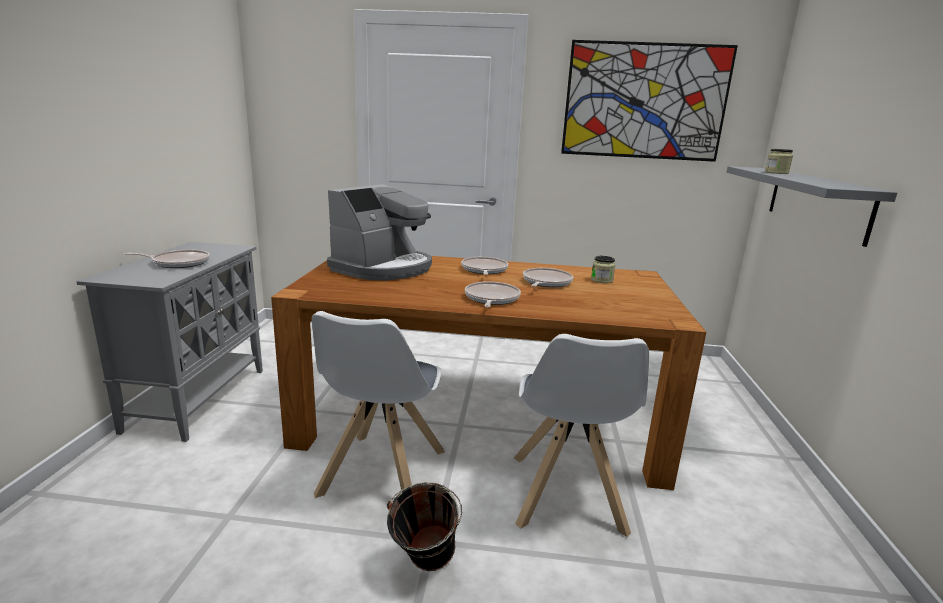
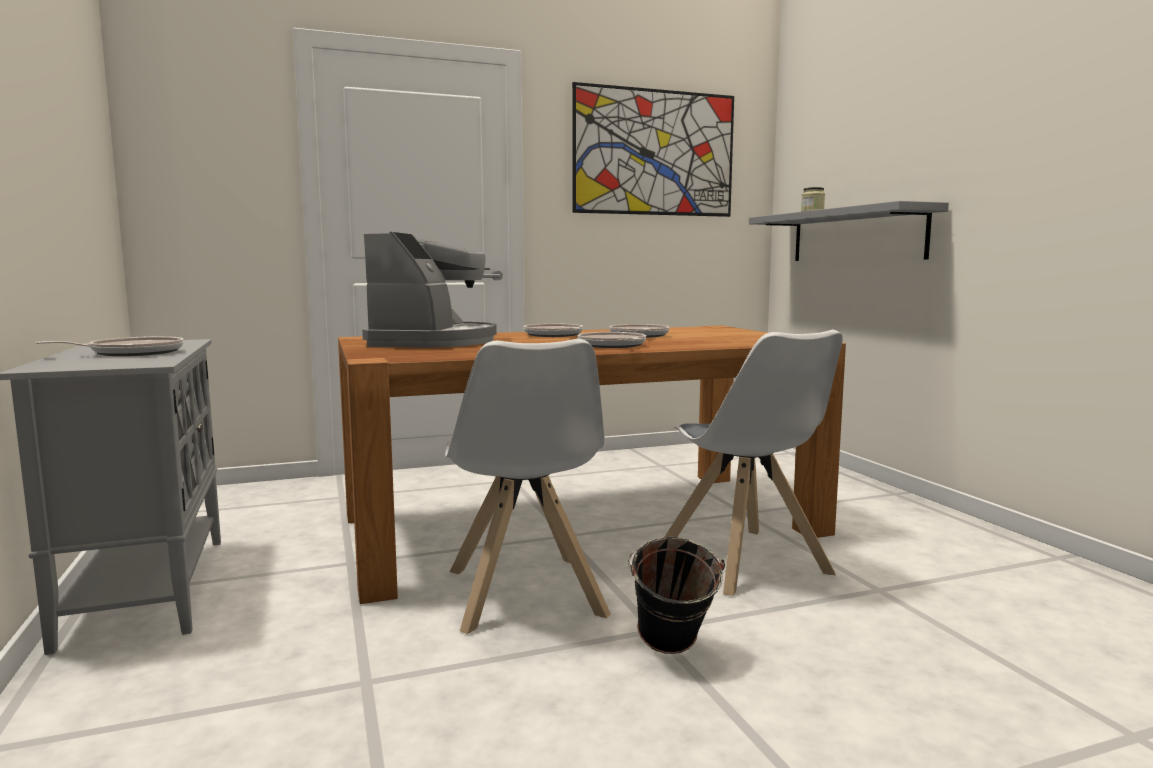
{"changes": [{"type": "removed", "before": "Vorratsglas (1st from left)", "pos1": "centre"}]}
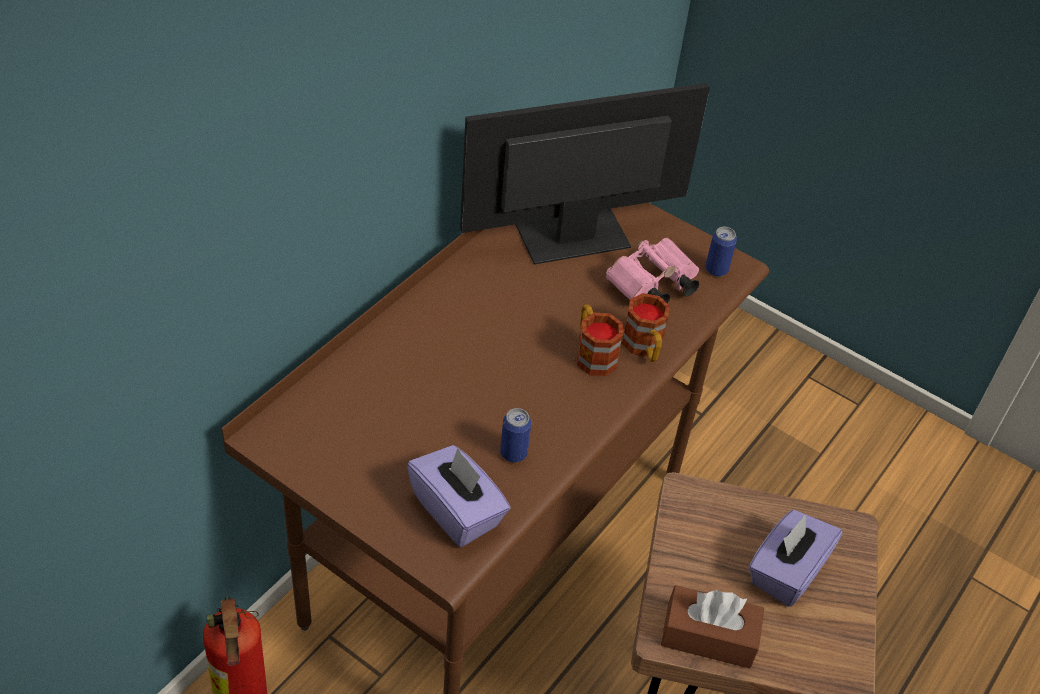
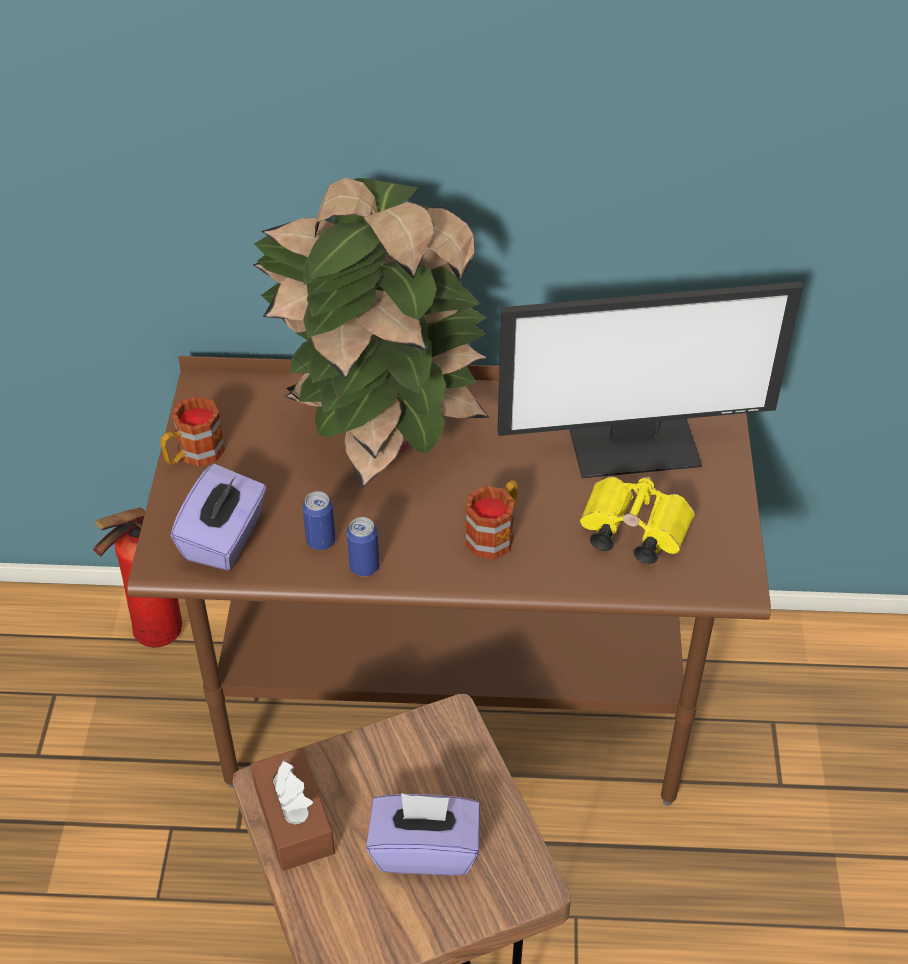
{"changes": [{"type": "turned", "before": "Monitor", "pos1": "top centre", "pos2": "middle right", "turn": 135}, {"type": "recoloured", "before": "Fernglas/rosa", "after": "Fernglas/gelb", "pos1": "centre", "pos2": "middle right"}, {"type": "moved", "before": "Henkelbecher (2nd from left in the first image)", "after": "Henkelbecher (1st from left)", "pos1": "centre", "pos2": "middle left"}, {"type": "moved", "before": "Dose (2nd from left)", "pos1": "middle right", "pos2": "centre"}, {"type": "added", "after": "Topfpflanze", "pos2": "centre"}]}
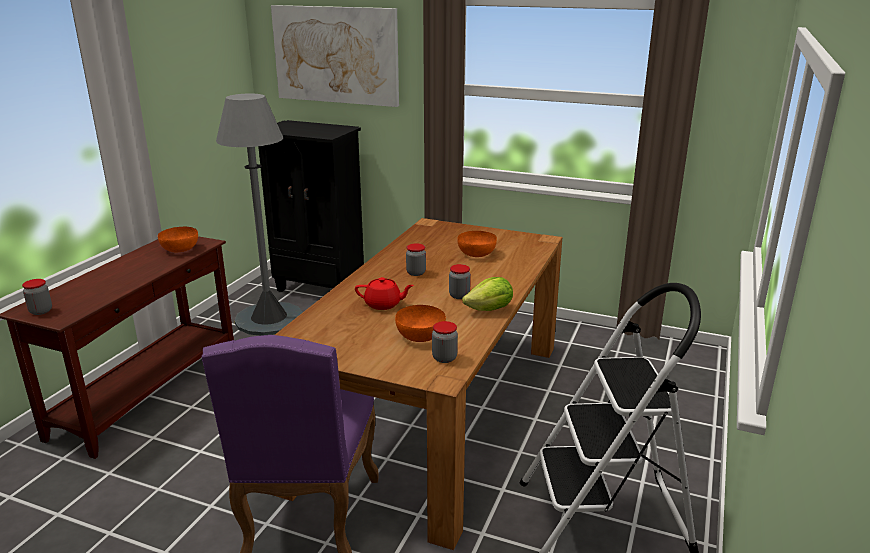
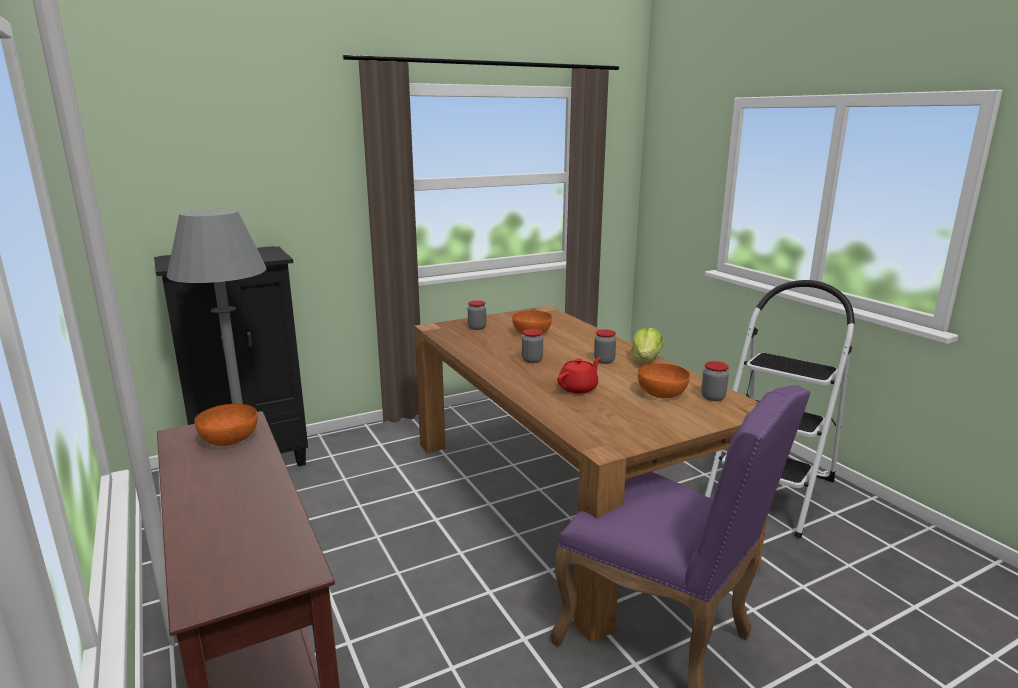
{"changes": [{"type": "moved", "before": "Vorratsglas (1st from left)", "pos1": "middle left", "pos2": "centre"}, {"type": "removed", "before": "Bild", "pos1": "top centre"}]}
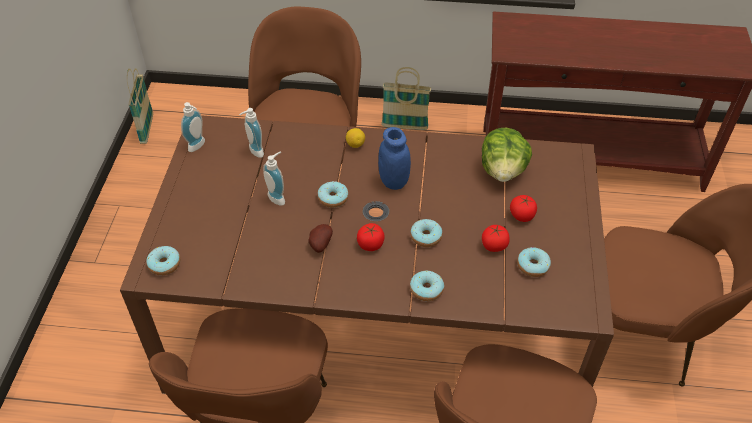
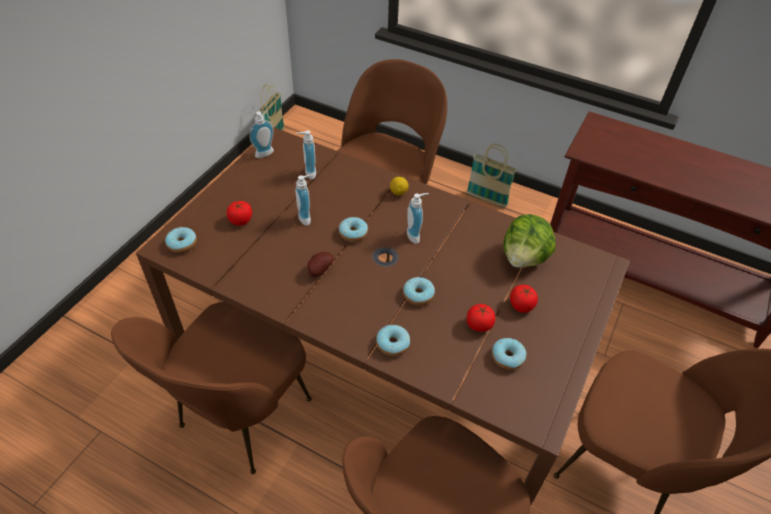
{"changes": [{"type": "moved", "before": "Tomate (1st from left)", "pos1": "centre", "pos2": "middle left"}, {"type": "replaced", "before": "Vorratsglas/blau", "after": "Seifenspender (4th from left)", "pos1": "centre", "pos2": "centre"}]}
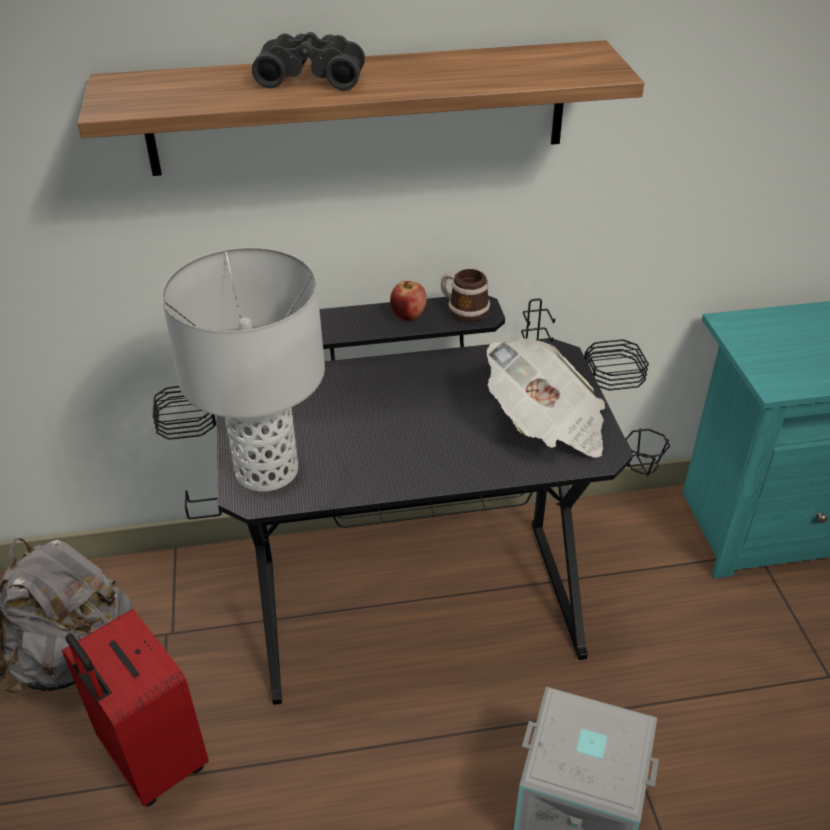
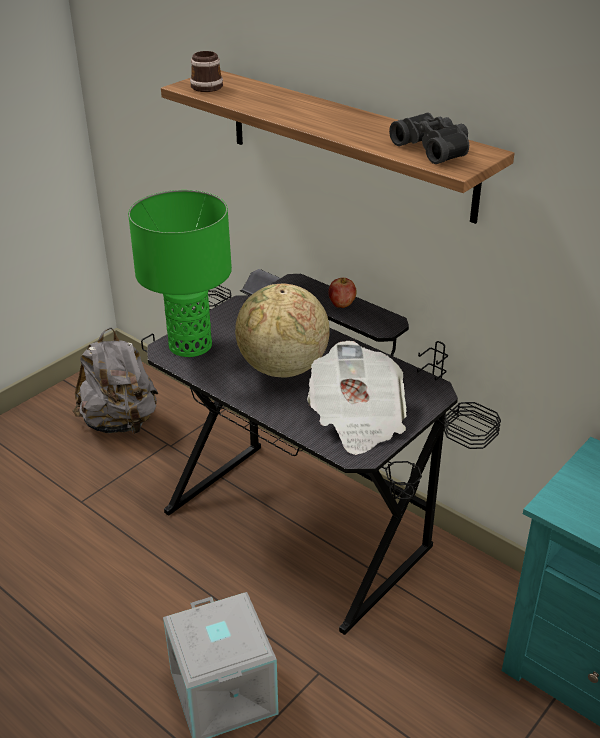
{"changes": [{"type": "removed", "before": "Koffer/rot", "pos1": "bottom left"}, {"type": "recoloured", "before": "Tischlampe/weiß", "after": "Tischlampe/grün", "pos1": "middle left", "pos2": "middle left"}, {"type": "moved", "before": "Fernglas/schwarz", "pos1": "top centre", "pos2": "top right"}, {"type": "moved", "before": "Henkelbecher", "pos1": "centre", "pos2": "top centre"}, {"type": "added", "after": "Globus", "pos2": "centre"}]}
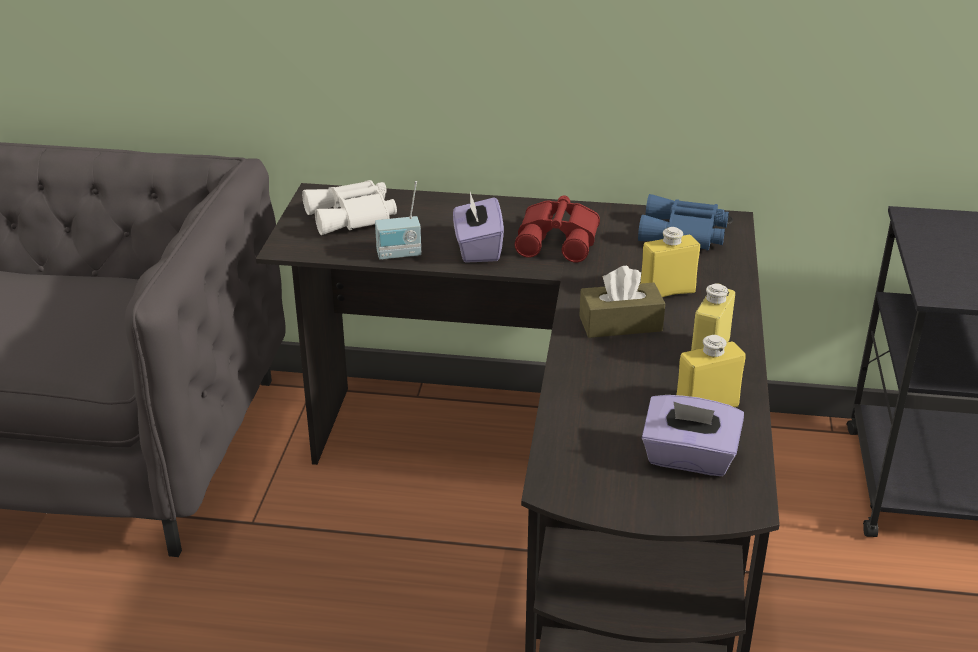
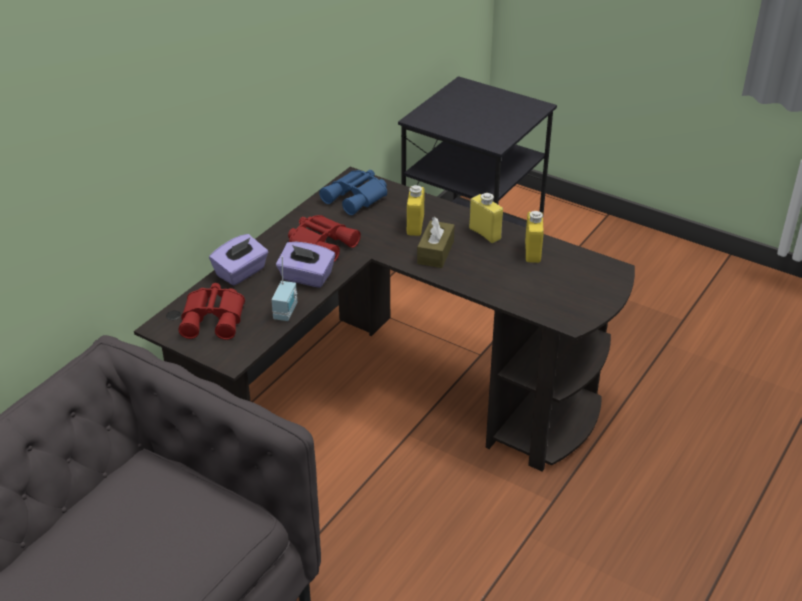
{"changes": [{"type": "recoloured", "before": "Fernglas/weiß", "after": "Fernglas/rot (1st from left)", "pos1": "top centre", "pos2": "middle left"}, {"type": "moved", "before": "Taschentuchbox/lila (2nd from left in the first image)", "after": "Taschentuchbox/lila (1st from left)", "pos1": "bottom right", "pos2": "middle left"}]}
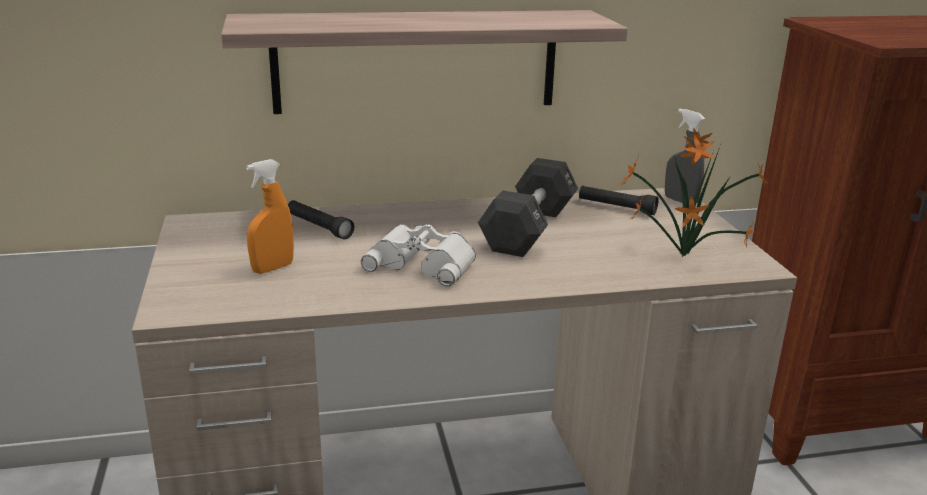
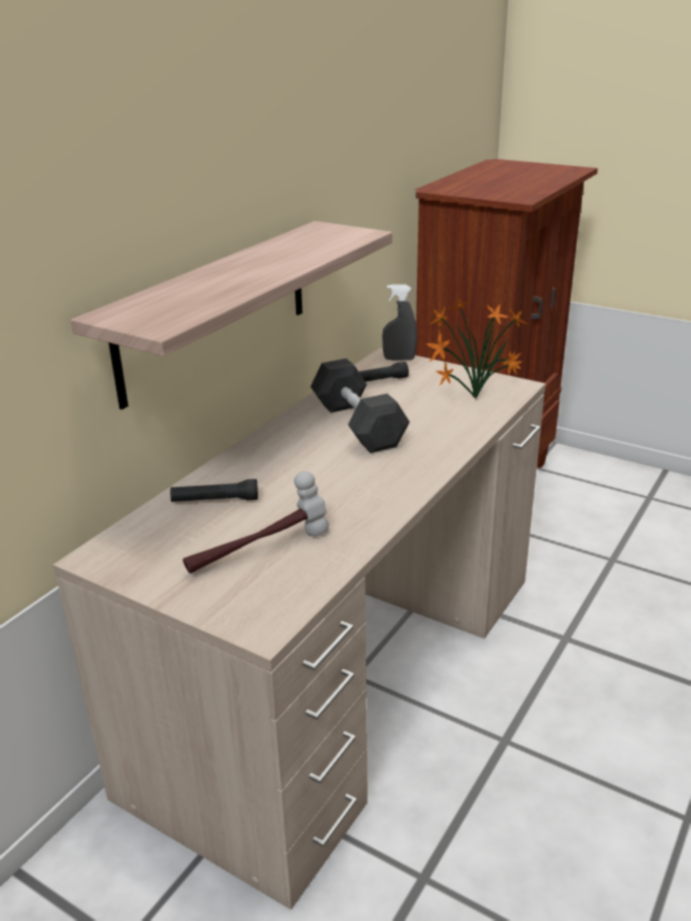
{"changes": [{"type": "replaced", "before": "Sprühflasche/orange", "after": "Hammer", "pos1": "middle left", "pos2": "centre"}, {"type": "removed", "before": "Fernglas/weiß", "pos1": "centre"}]}
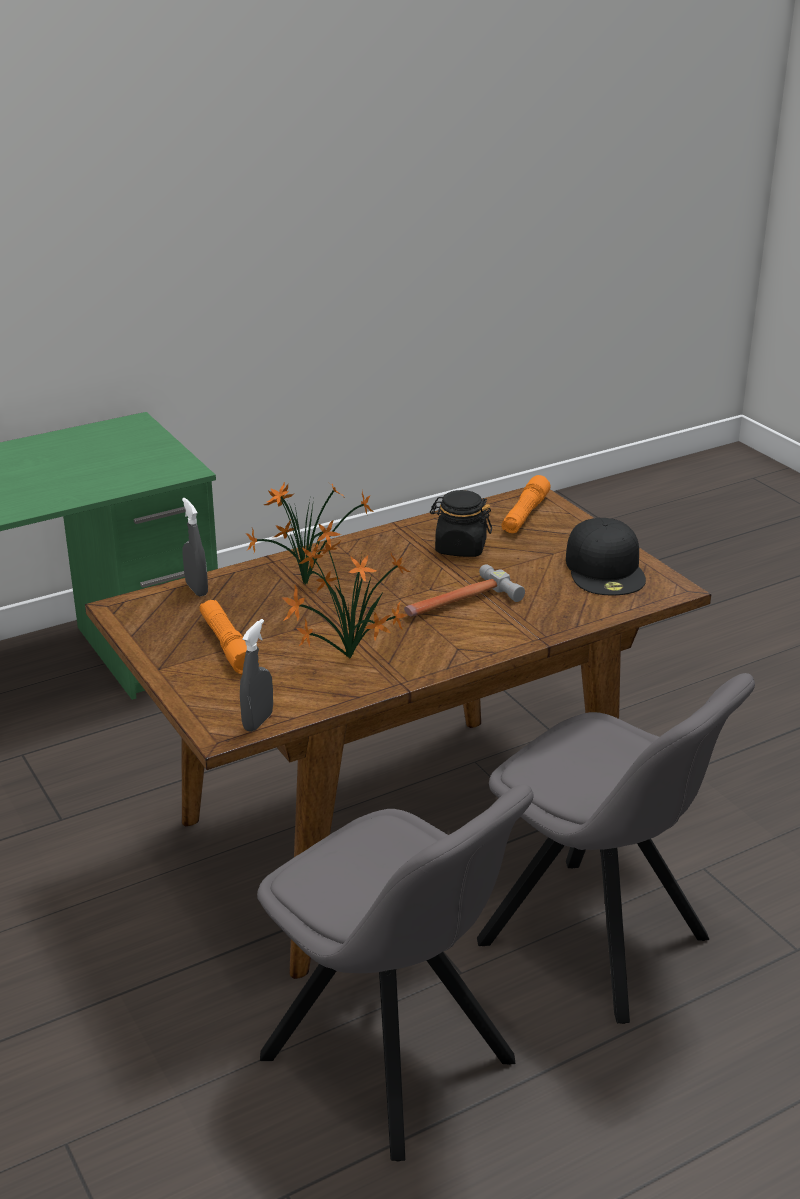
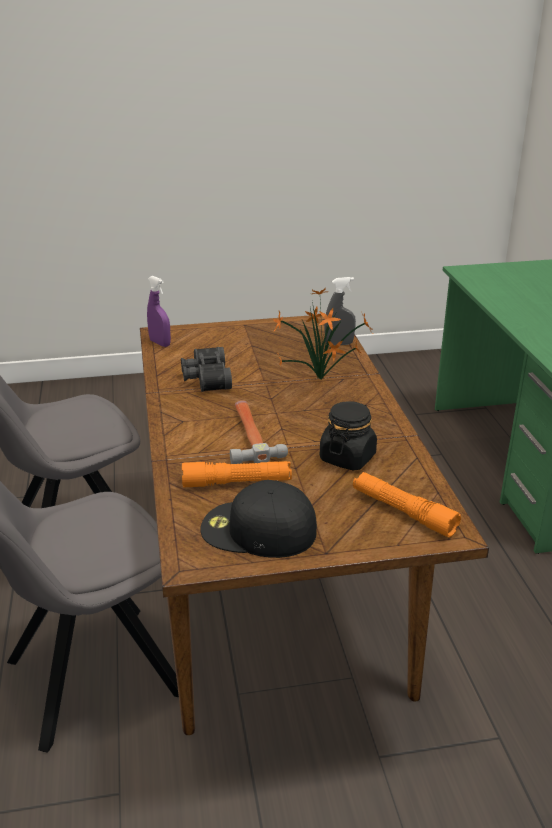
{"changes": [{"type": "moved", "before": "Taschenlampe/orange (1st from left)", "pos1": "middle left", "pos2": "centre"}, {"type": "recoloured", "before": "Sprühflasche/grau (2nd from left)", "after": "Sprühflasche/lila", "pos1": "middle left", "pos2": "middle left"}, {"type": "replaced", "before": "Topfpflanze (2nd from left)", "after": "Fernglas/schwarz", "pos1": "centre", "pos2": "centre"}]}
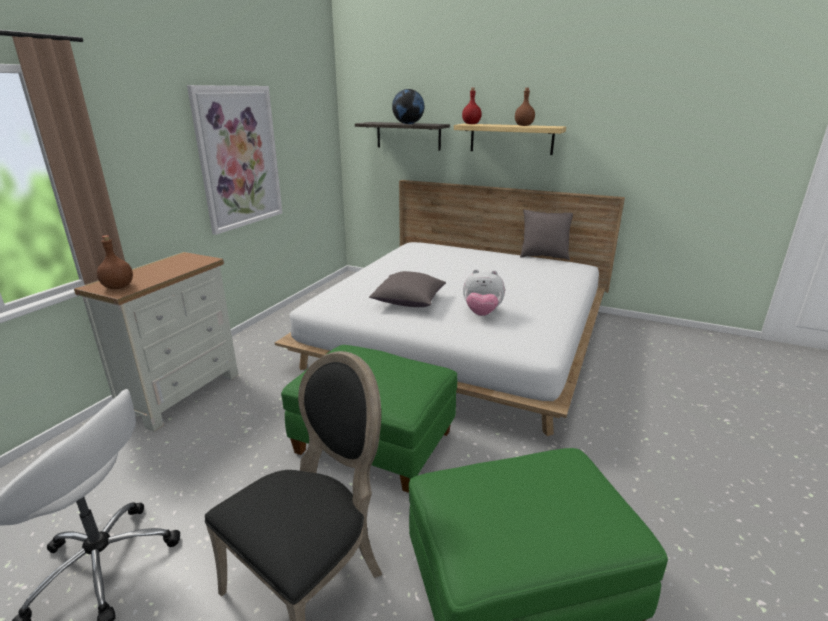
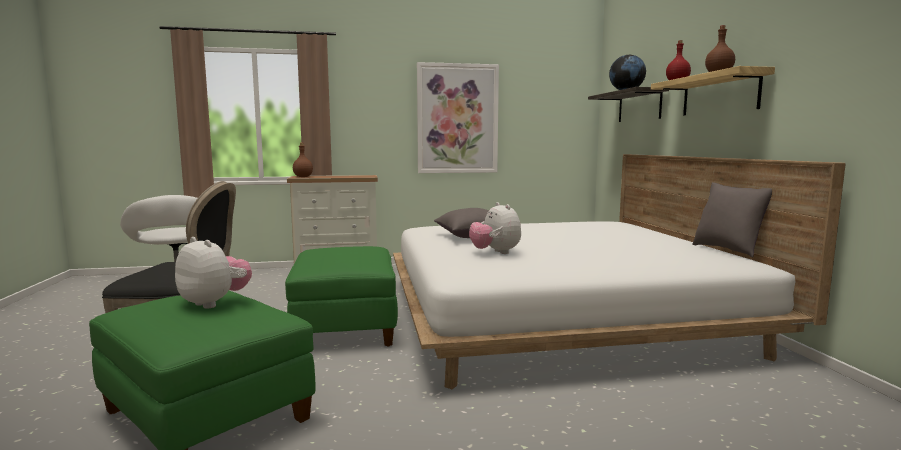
{"changes": [{"type": "added", "after": "Plüschtier (1st from left)", "pos2": "middle left"}]}
